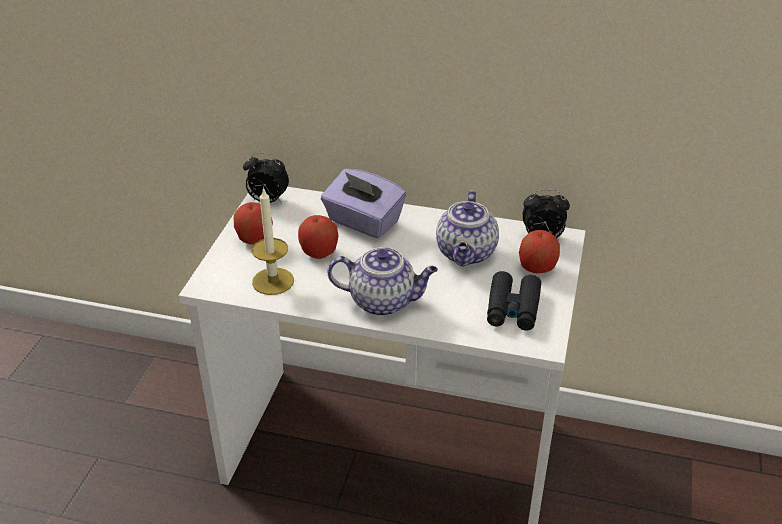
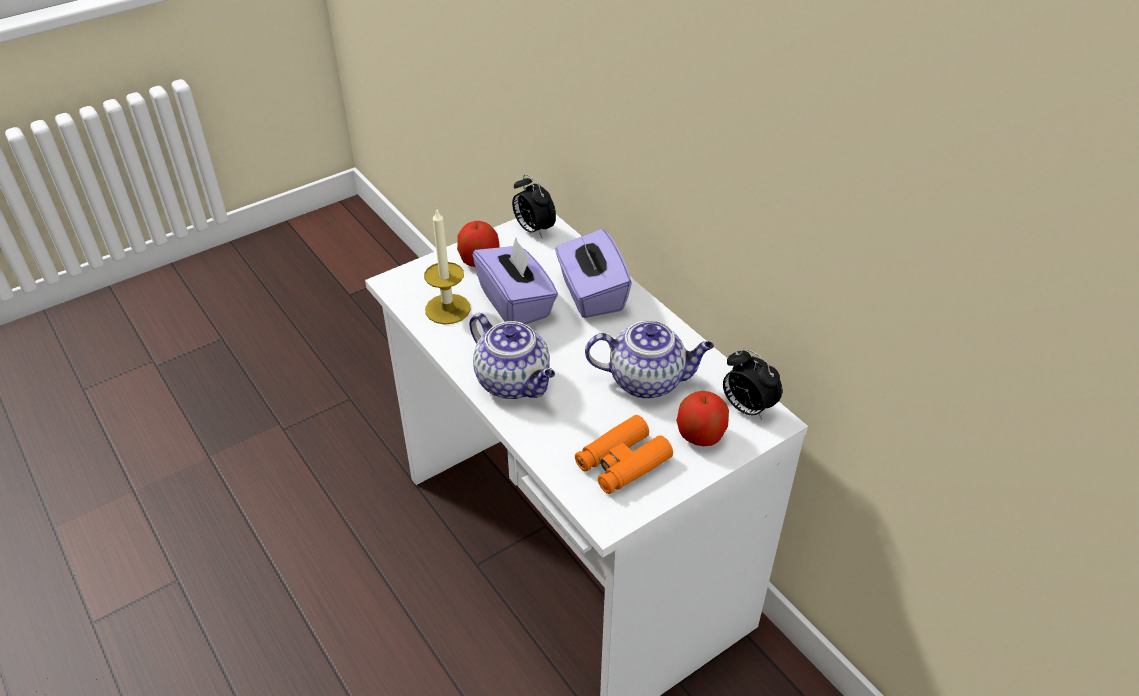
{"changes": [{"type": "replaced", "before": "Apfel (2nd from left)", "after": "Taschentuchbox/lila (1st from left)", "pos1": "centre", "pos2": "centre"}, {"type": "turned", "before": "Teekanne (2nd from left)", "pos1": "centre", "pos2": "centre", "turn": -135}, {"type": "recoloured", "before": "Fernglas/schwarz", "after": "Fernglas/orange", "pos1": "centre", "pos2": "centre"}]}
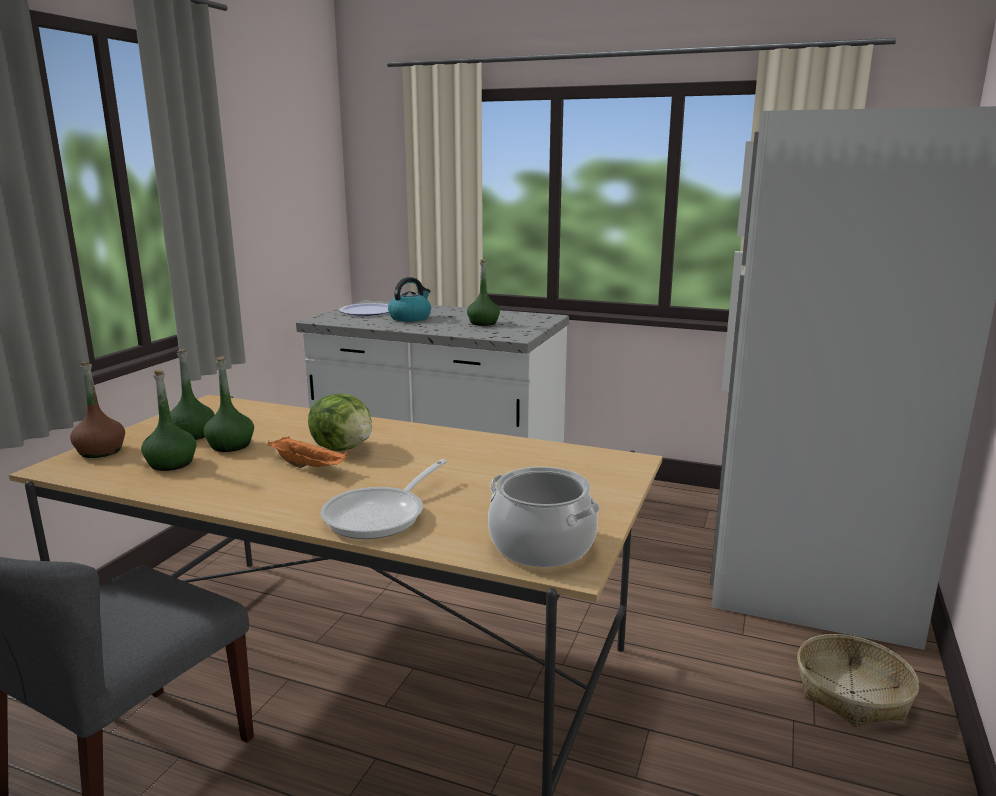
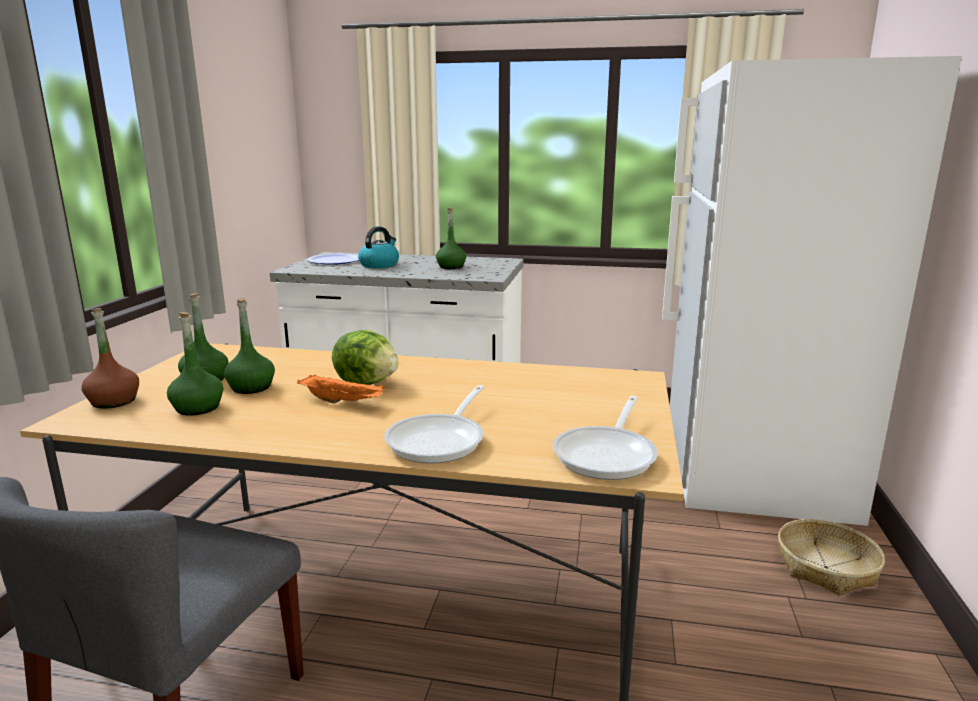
{"changes": [{"type": "replaced", "before": "Kochtopf", "after": "Pfanne (2nd from left)", "pos1": "centre", "pos2": "centre"}]}
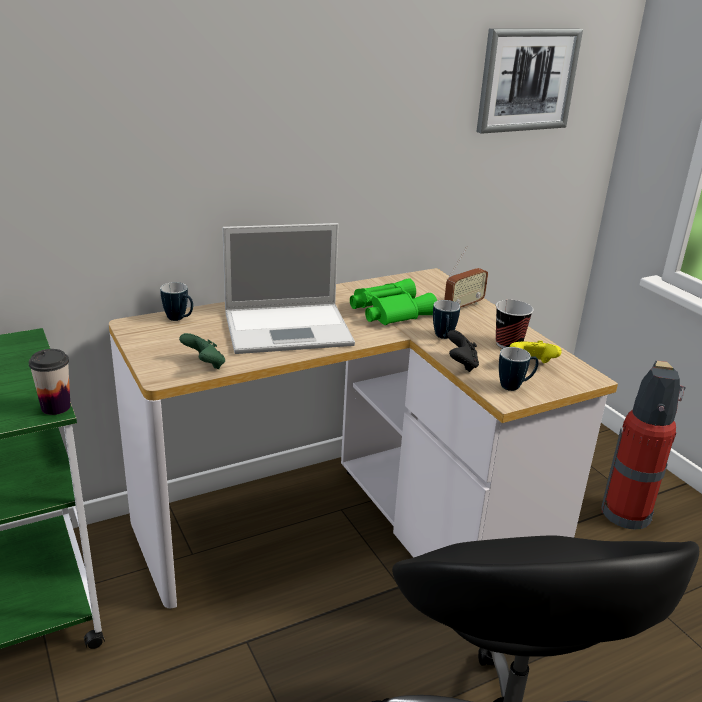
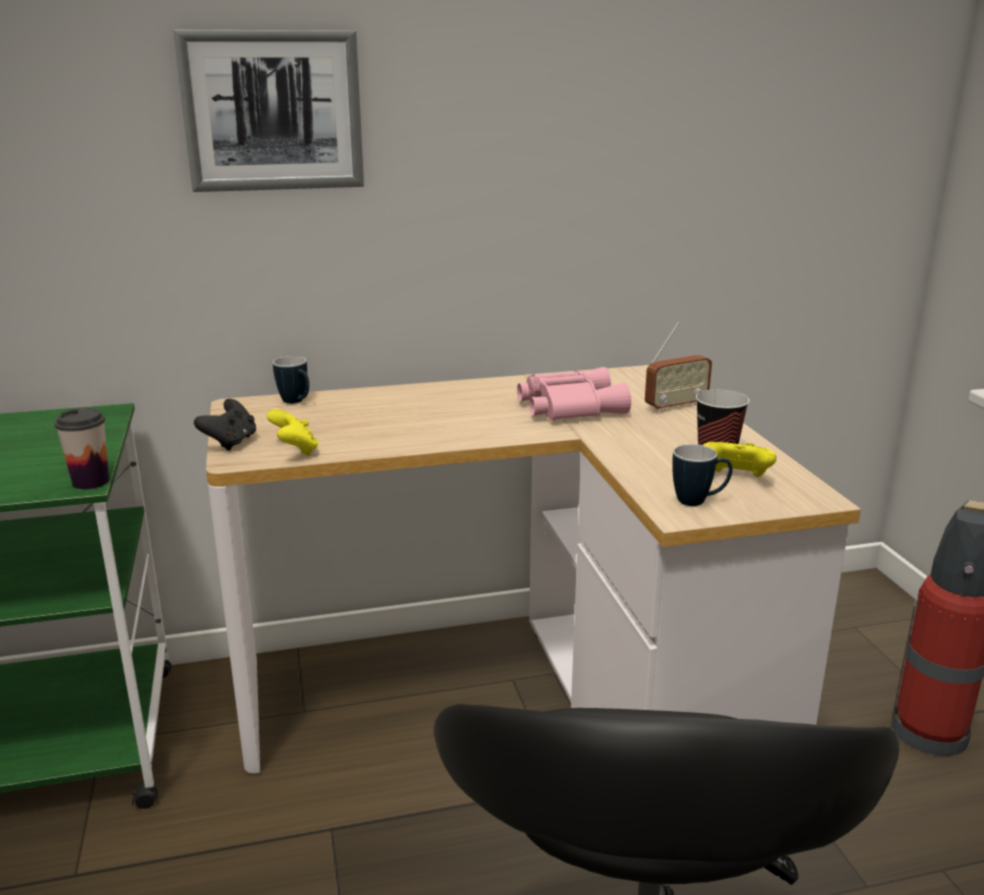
{"changes": [{"type": "recoloured", "before": "Gamepad/grün", "after": "Gamepad/gelb (1st from left)", "pos1": "middle left", "pos2": "middle left"}, {"type": "removed", "before": "Laptop", "pos1": "centre"}, {"type": "recoloured", "before": "Fernglas/grün", "after": "Fernglas/rosa", "pos1": "centre", "pos2": "centre"}, {"type": "removed", "before": "Henkelbecher (2nd from left)", "pos1": "centre"}, {"type": "moved", "before": "Gamepad/schwarz", "pos1": "centre", "pos2": "middle left"}, {"type": "moved", "before": "Bild", "pos1": "top right", "pos2": "top left"}]}
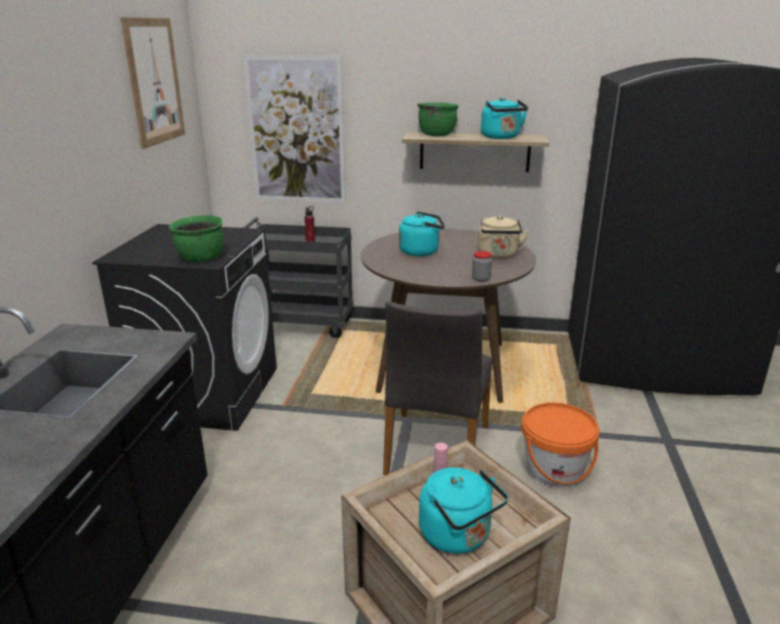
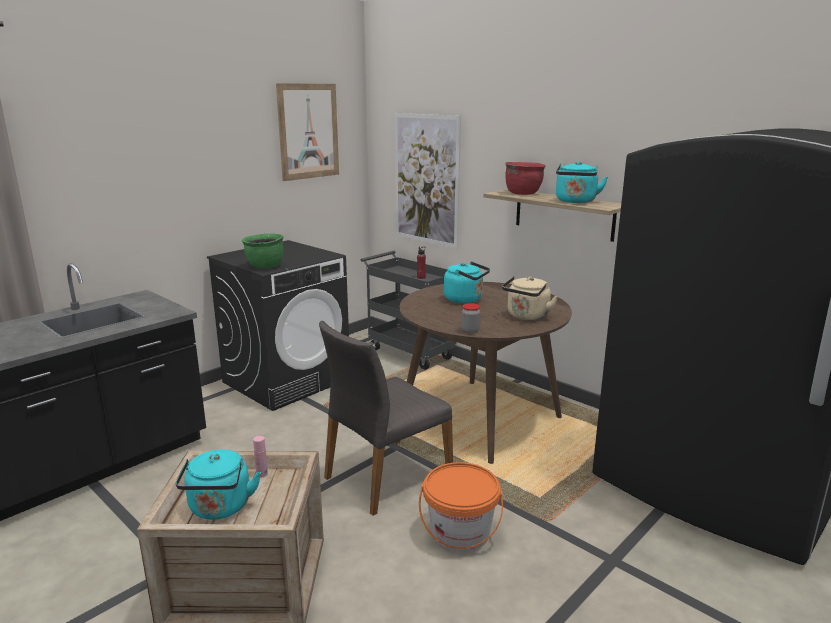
{"changes": [{"type": "recoloured", "before": "Kochtopf/grün (2nd from left)", "after": "Kochtopf/rot", "pos1": "top centre", "pos2": "top centre"}]}
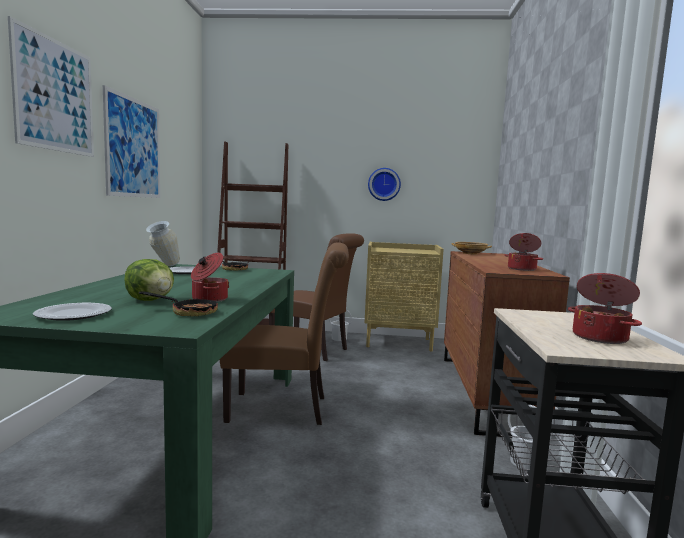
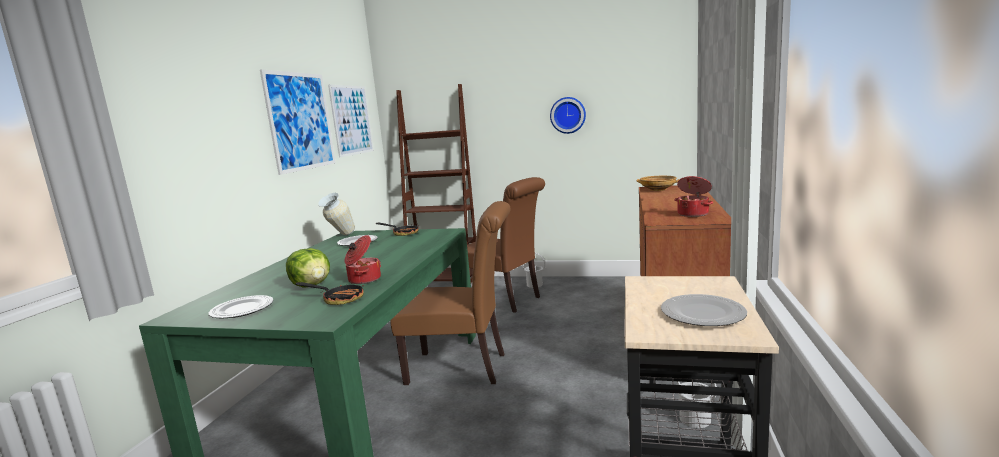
{"changes": [{"type": "moved", "before": "Bild (1st from left in the first image)", "after": "Bild (2nd from left)", "pos1": "top left", "pos2": "top centre"}, {"type": "removed", "before": "Schrank/beige", "pos1": "centre"}, {"type": "replaced", "before": "Kochtopf (3rd from left)", "after": "Teller (3rd from left)", "pos1": "middle right", "pos2": "bottom right"}]}
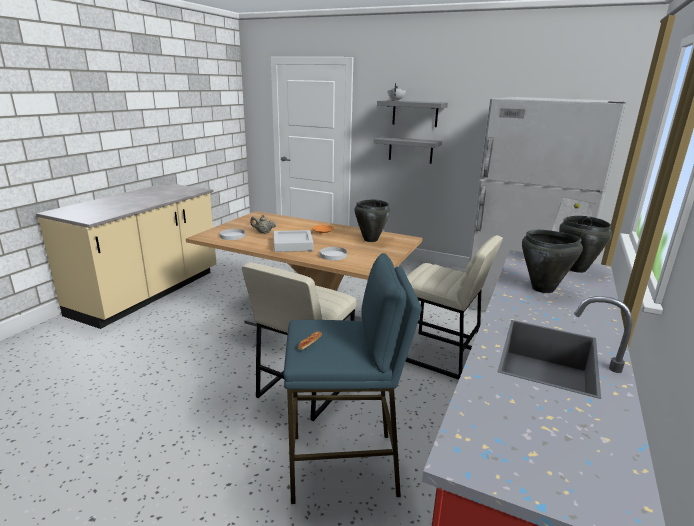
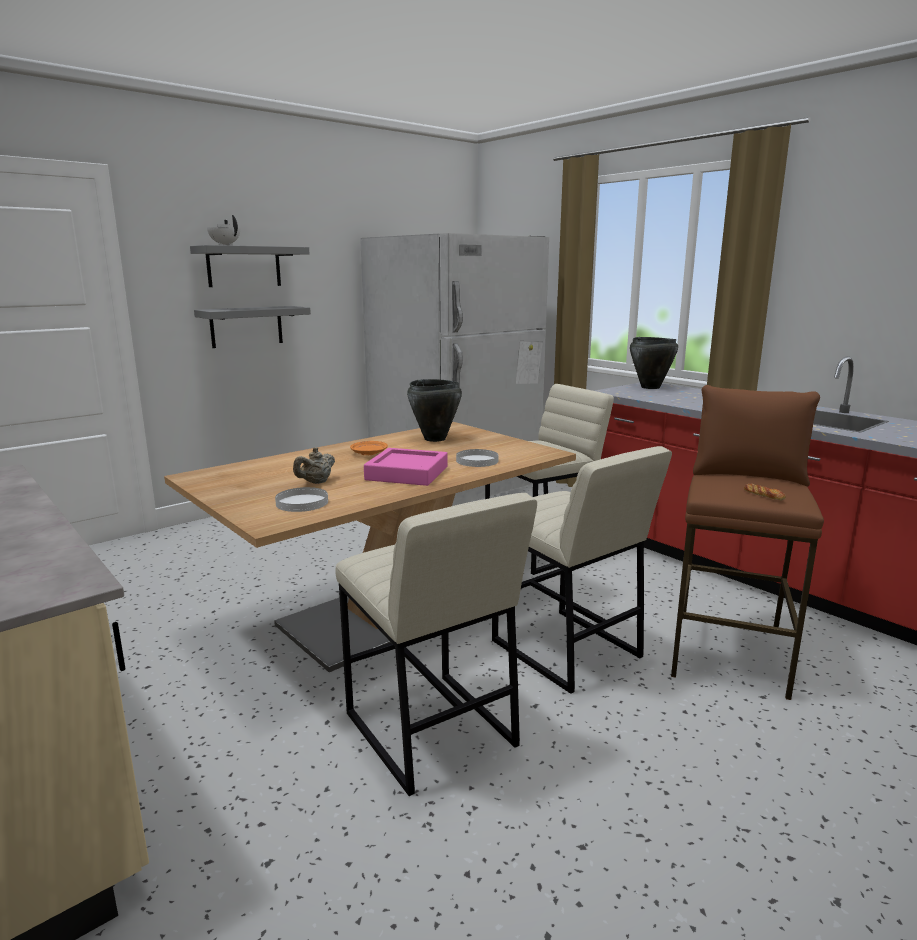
{"changes": [{"type": "recoloured", "before": "Tablett/grau", "after": "Tablett/rosa", "pos1": "centre", "pos2": "centre"}, {"type": "recoloured", "before": "Hocker/blau", "after": "Hocker/braun", "pos1": "bottom centre", "pos2": "middle right"}, {"type": "removed", "before": "Kochtopf/schwarz (2nd from left)", "pos1": "middle right"}, {"type": "added", "after": "Stuhl/beige (1st from left)", "pos2": "bottom centre"}]}
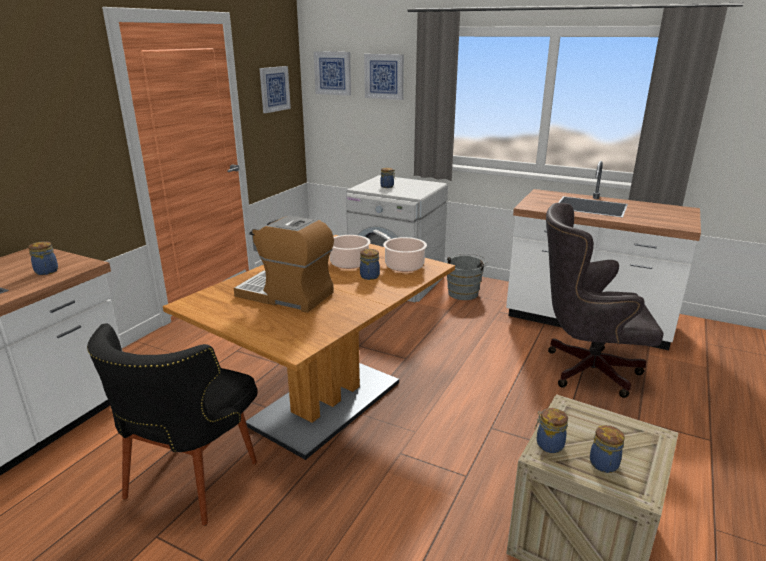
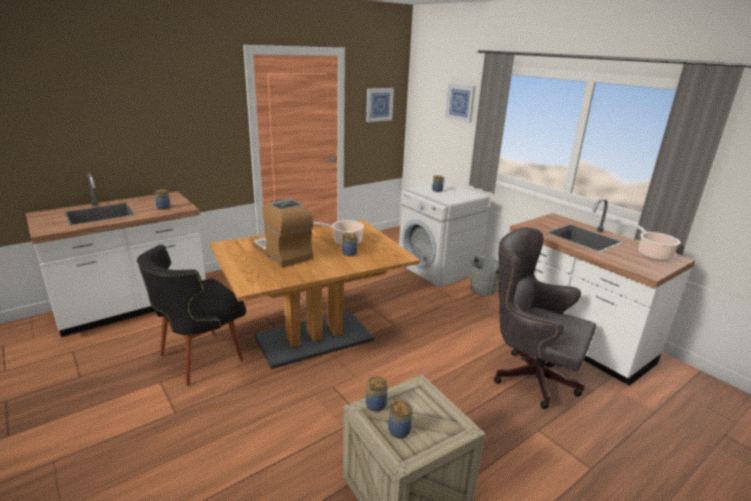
{"changes": [{"type": "removed", "before": "Bild (2nd from left)", "pos1": "top centre"}, {"type": "moved", "before": "Kochtopf (2nd from left)", "pos1": "centre", "pos2": "middle right"}]}
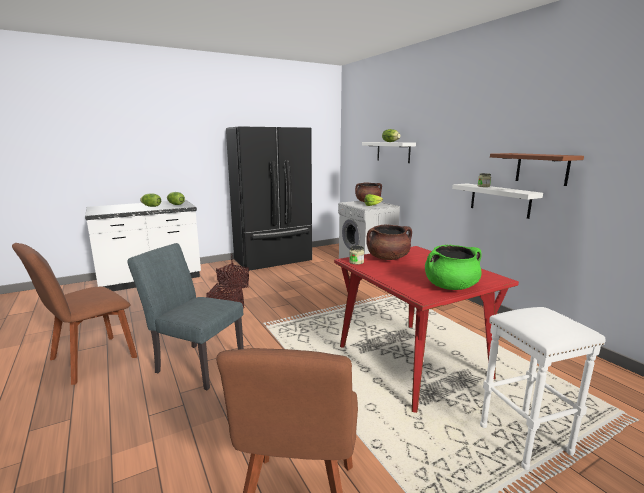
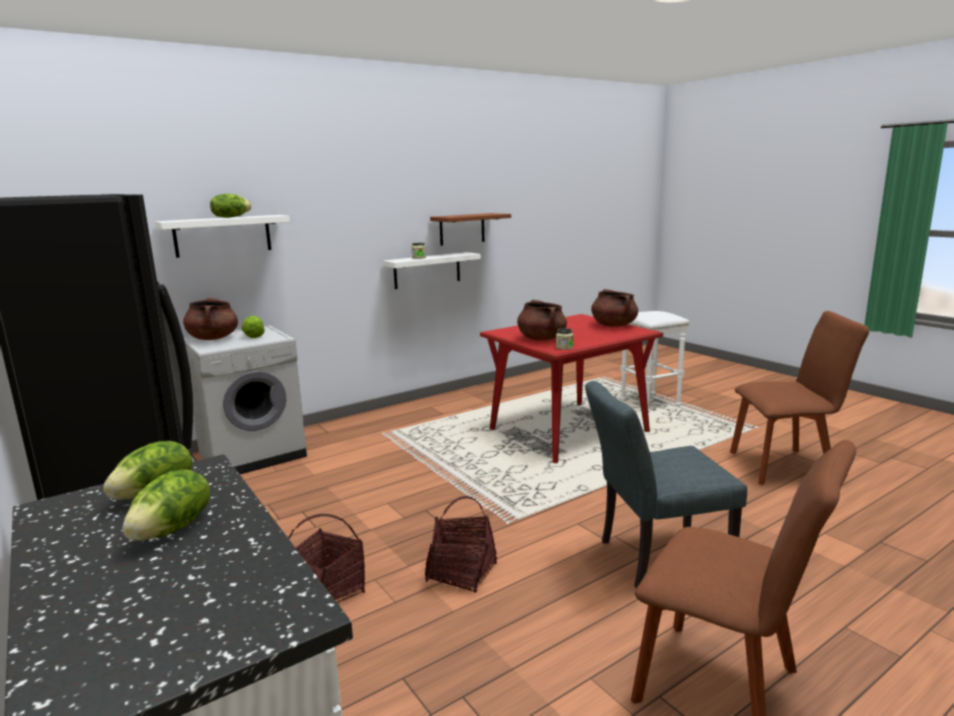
{"changes": [{"type": "turned", "before": "Stuhl/grau", "pos1": "middle left", "pos2": "bottom right", "turn": 60}, {"type": "recoloured", "before": "Kochtopf/grün", "after": "Kochtopf/braun (3rd from left)", "pos1": "middle right", "pos2": "centre"}]}
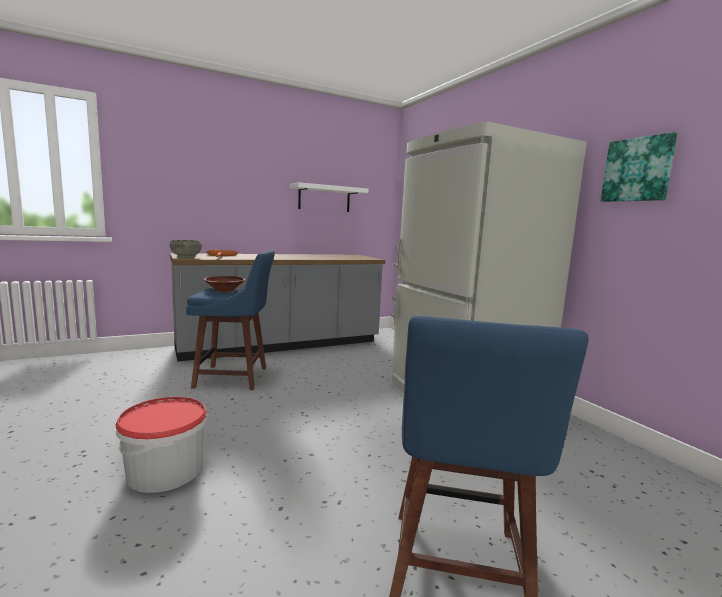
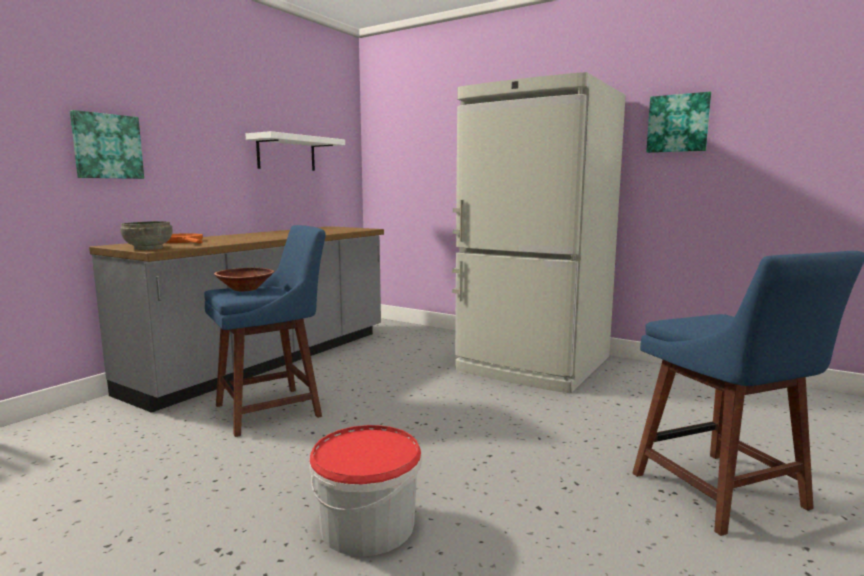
{"changes": [{"type": "added", "after": "Bild (1st from left)", "pos2": "top left"}]}
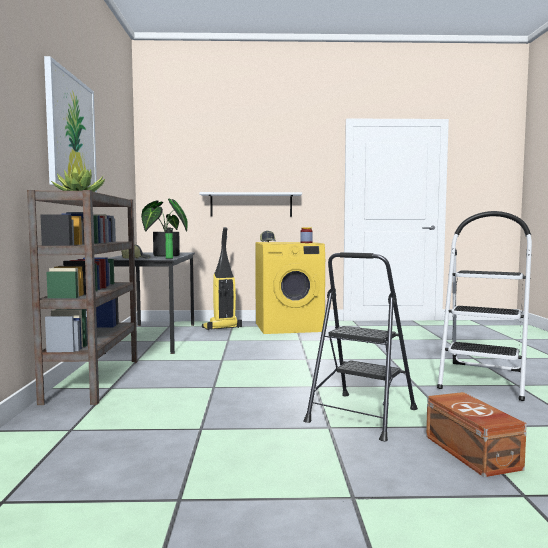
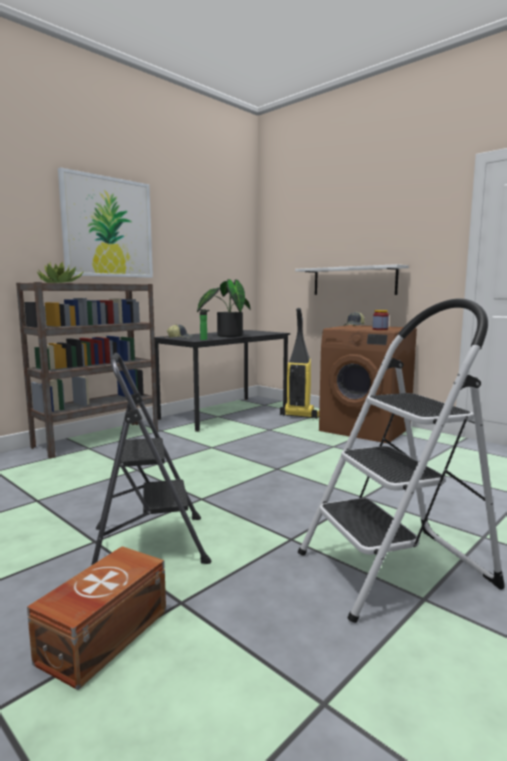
{"changes": [{"type": "recoloured", "before": "Waschmaschine/gelb", "after": "Waschmaschine/braun", "pos1": "centre", "pos2": "middle right"}]}
